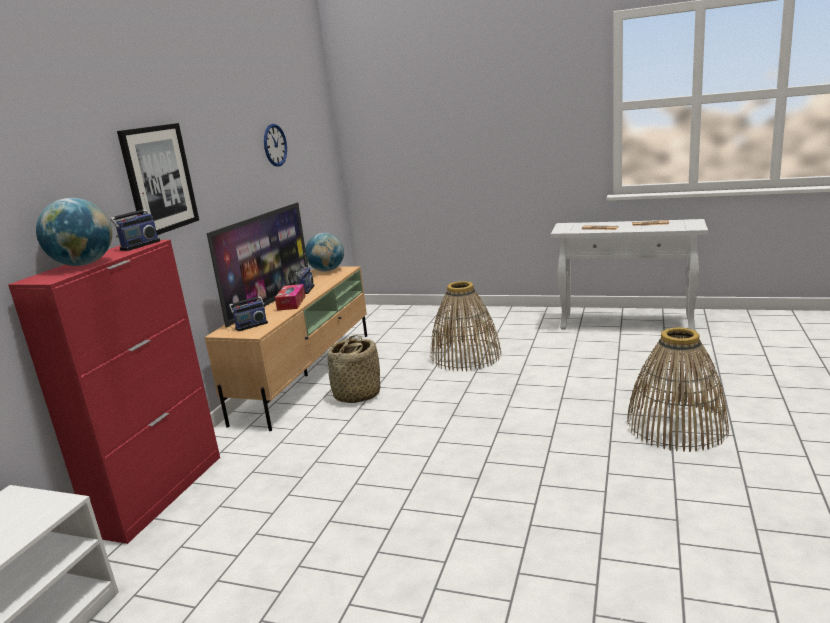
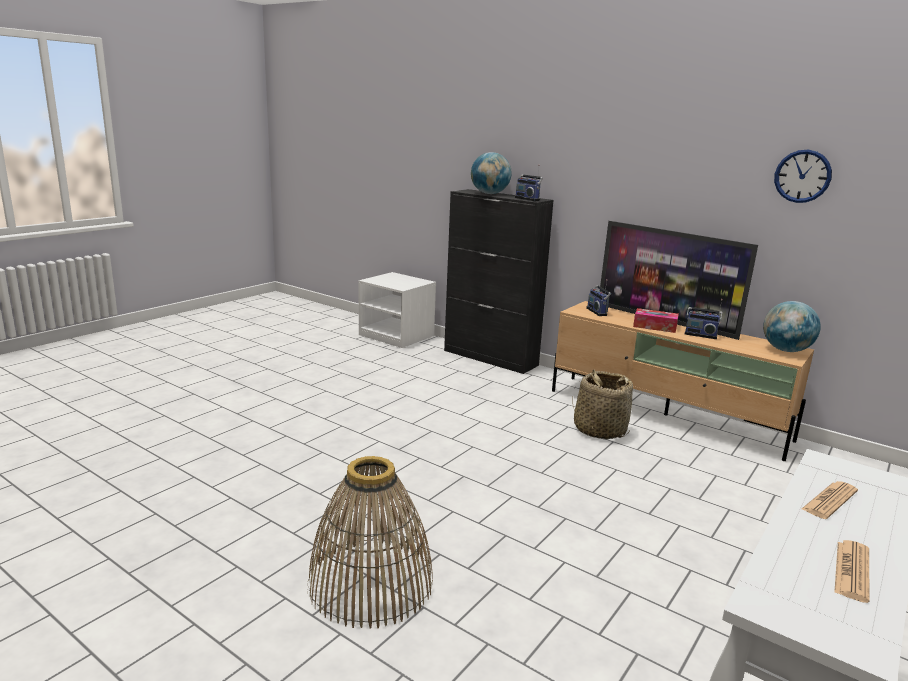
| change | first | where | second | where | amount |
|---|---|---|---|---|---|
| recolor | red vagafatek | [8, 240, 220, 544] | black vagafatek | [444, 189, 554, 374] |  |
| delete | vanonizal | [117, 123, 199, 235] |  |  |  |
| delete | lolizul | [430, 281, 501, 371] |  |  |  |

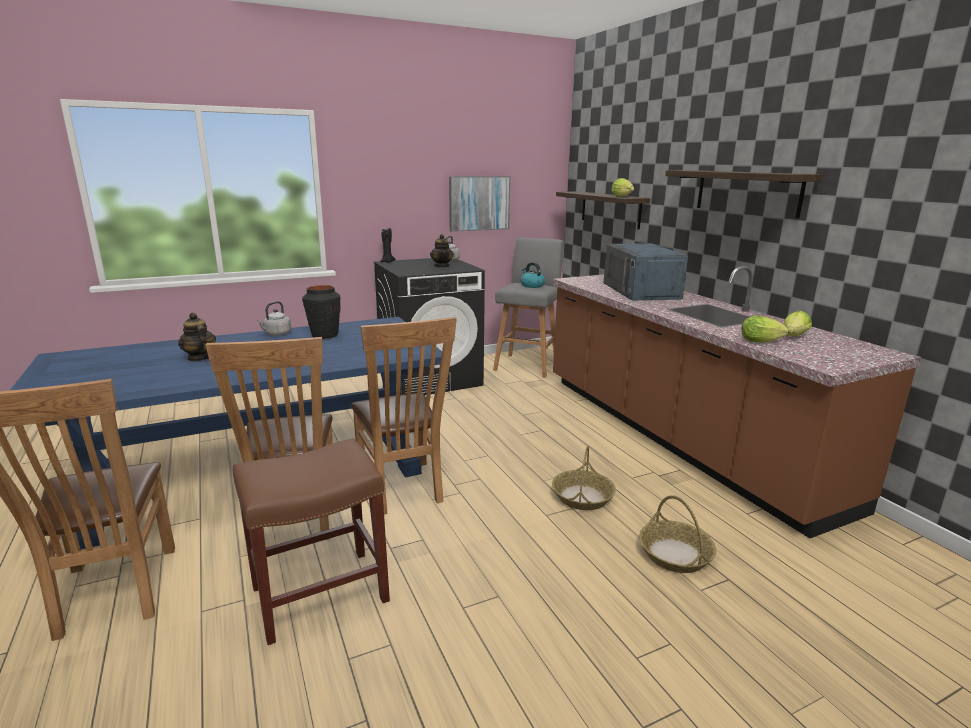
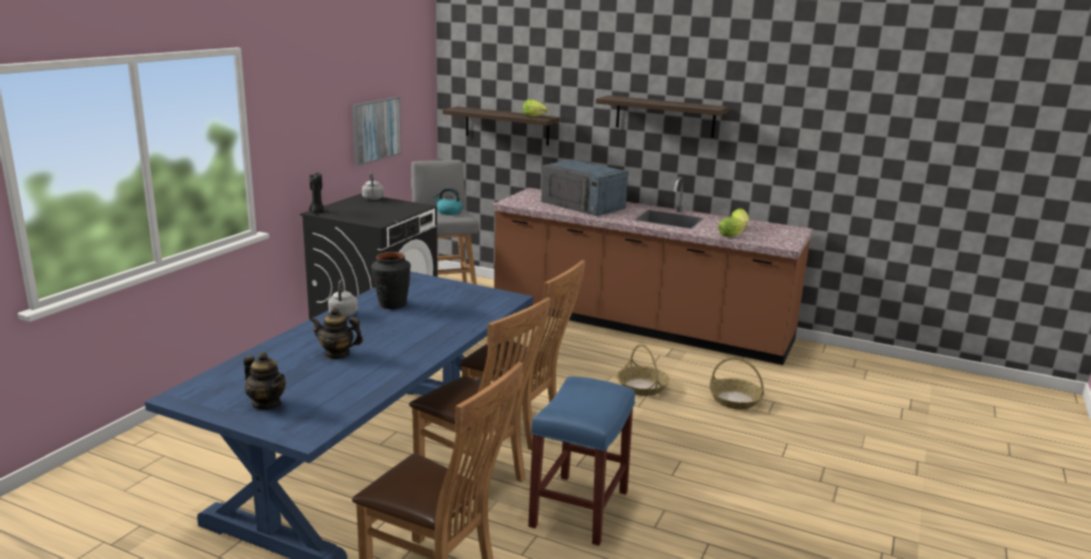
| change | first | where | second | where | amount |
|---|---|---|---|---|---|
| move | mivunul | [430, 234, 454, 267] |  | [243, 352, 286, 409] |  |
| recolor | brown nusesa | [233, 438, 390, 645] | blue nusesa | [528, 376, 635, 546] |  |

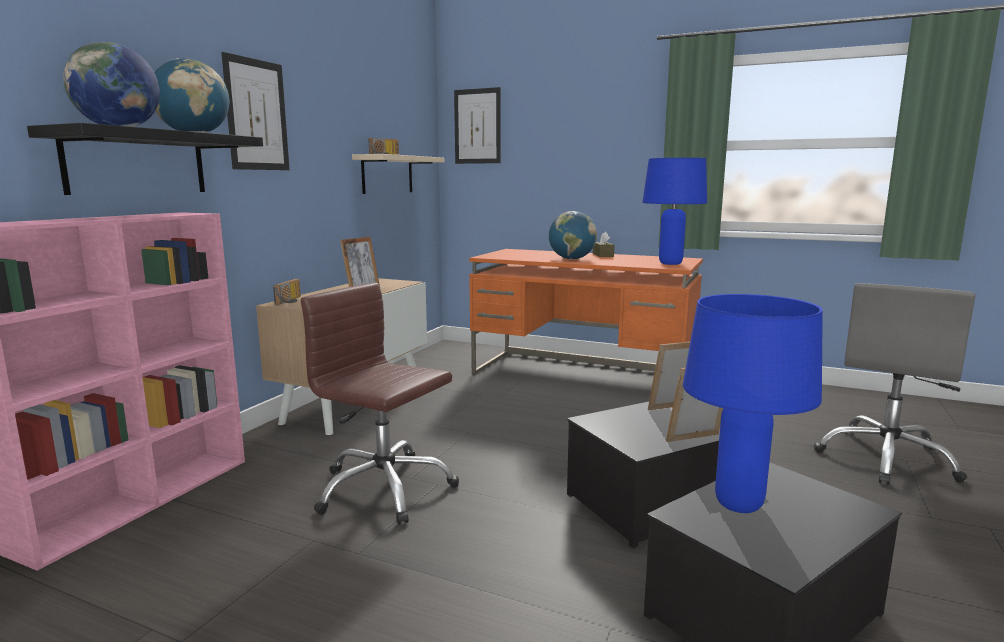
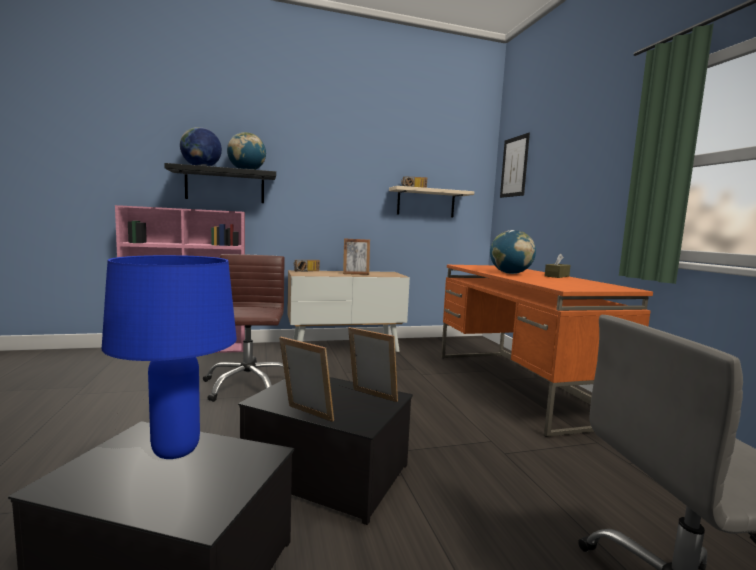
| change | first | where | second | where | amount |
|---|---|---|---|---|---|
| delete | vanonizal | [221, 52, 290, 170] |  |  |  |
| delete | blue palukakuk | [642, 158, 707, 265] |  |  |  |

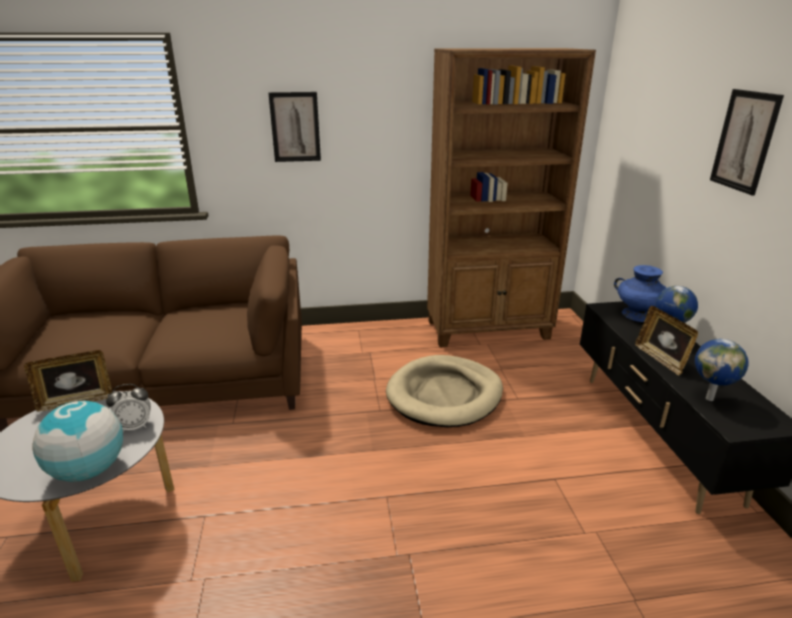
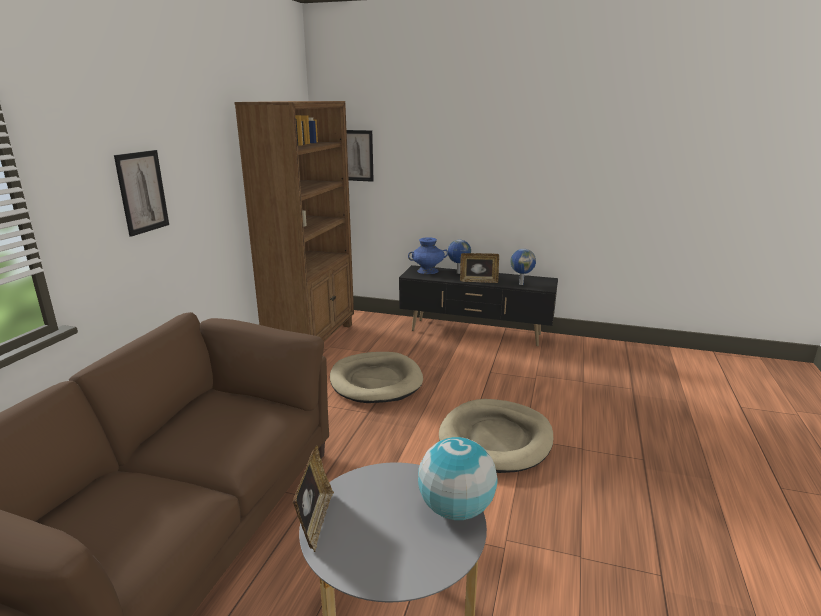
| change | first | where | second | where | amount |
|---|---|---|---|---|---|
| move | vanonizal | [710, 89, 784, 195] |  | [347, 130, 374, 182] |  |
| insert |  |  | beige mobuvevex | [439, 399, 553, 473] |  |
| delete | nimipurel | [106, 384, 151, 432] |  |  |  |

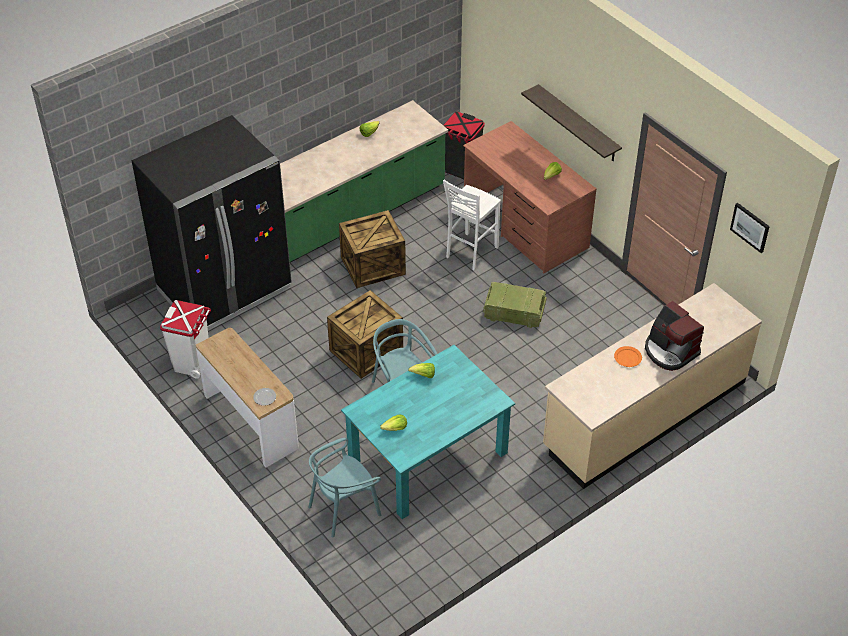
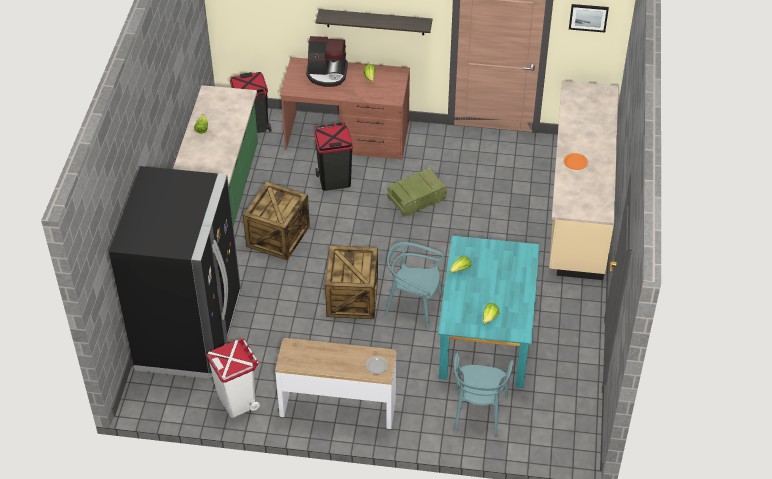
| change | first | where | second | where | amount |
|---|---|---|---|---|---|
| move | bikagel | [645, 301, 704, 371] |  | [306, 36, 348, 87] |  |
| replace | white nusesa | [443, 180, 501, 270] | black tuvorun | [314, 122, 353, 191] |  |

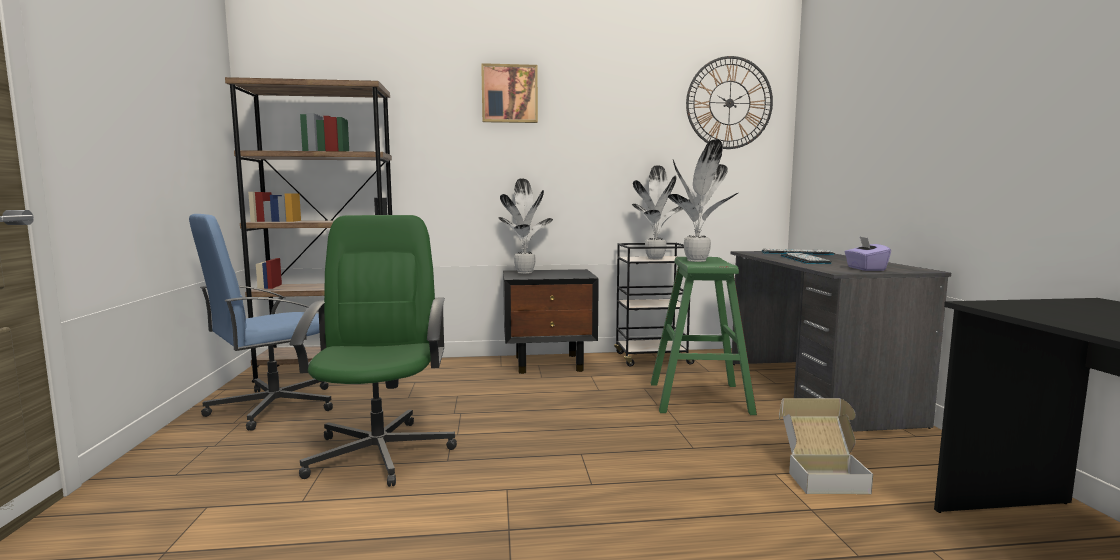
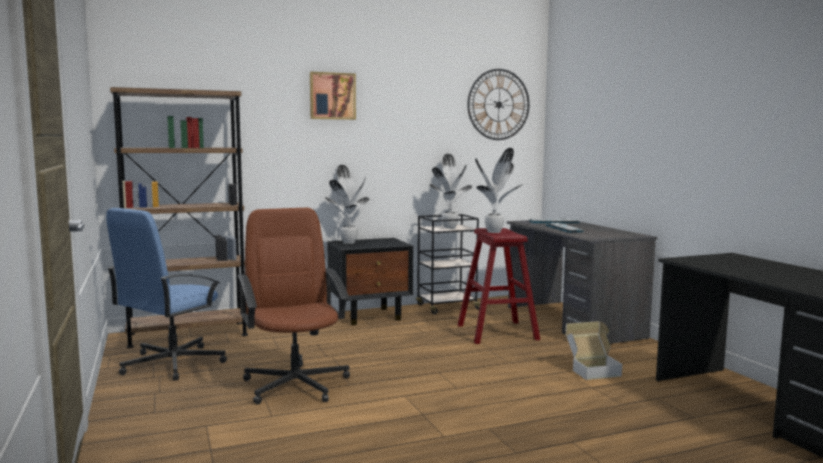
| change | first | where | second | where | amount |
|---|---|---|---|---|---|
| recolor | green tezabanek | [290, 215, 457, 487] | brown tezabanek | [237, 208, 350, 404] |  |
| recolor | green nusesa | [651, 257, 757, 415] | red nusesa | [457, 228, 540, 344] |  |
| delete | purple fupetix | [845, 237, 891, 271] |  |  |  |

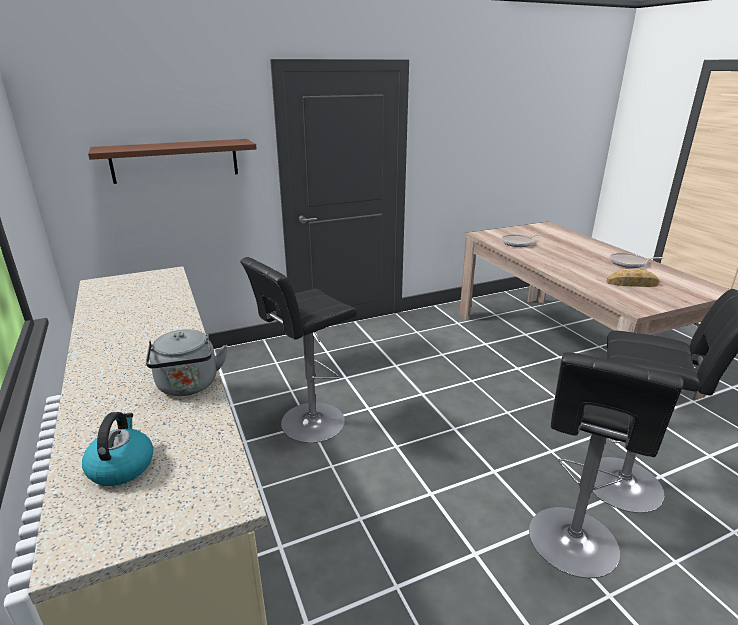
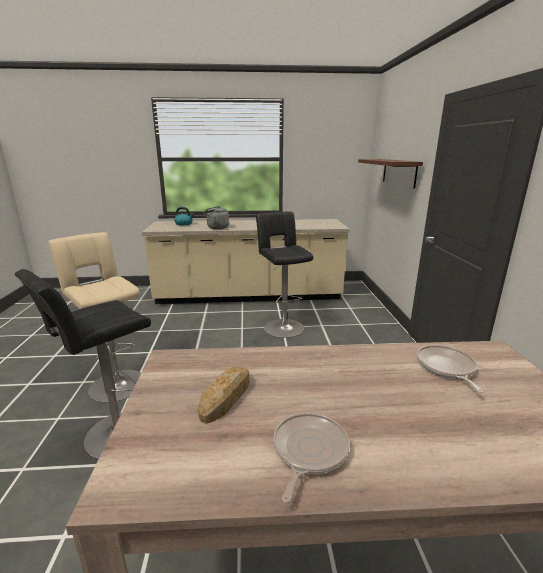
| change | first | where | second | where | amount |
|---|---|---|---|---|---|
| recolor | black nusesa | [529, 352, 684, 578] | beige nusesa | [48, 232, 141, 403] |  |

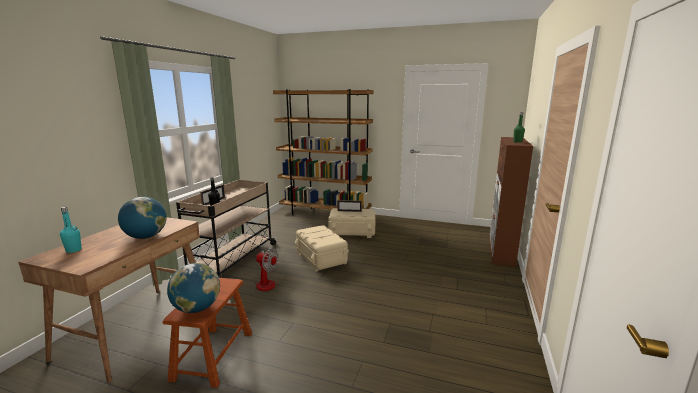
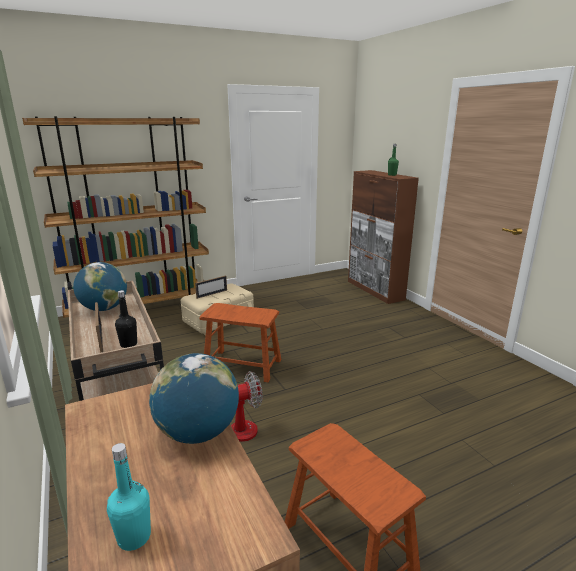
| change | first | where | second | where | amount |
|---|---|---|---|---|---|
| move | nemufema | [167, 263, 220, 313] |  | [73, 262, 127, 311] |  |
| replace | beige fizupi | [295, 225, 349, 272] | brown nusesa | [200, 303, 281, 382] |  |

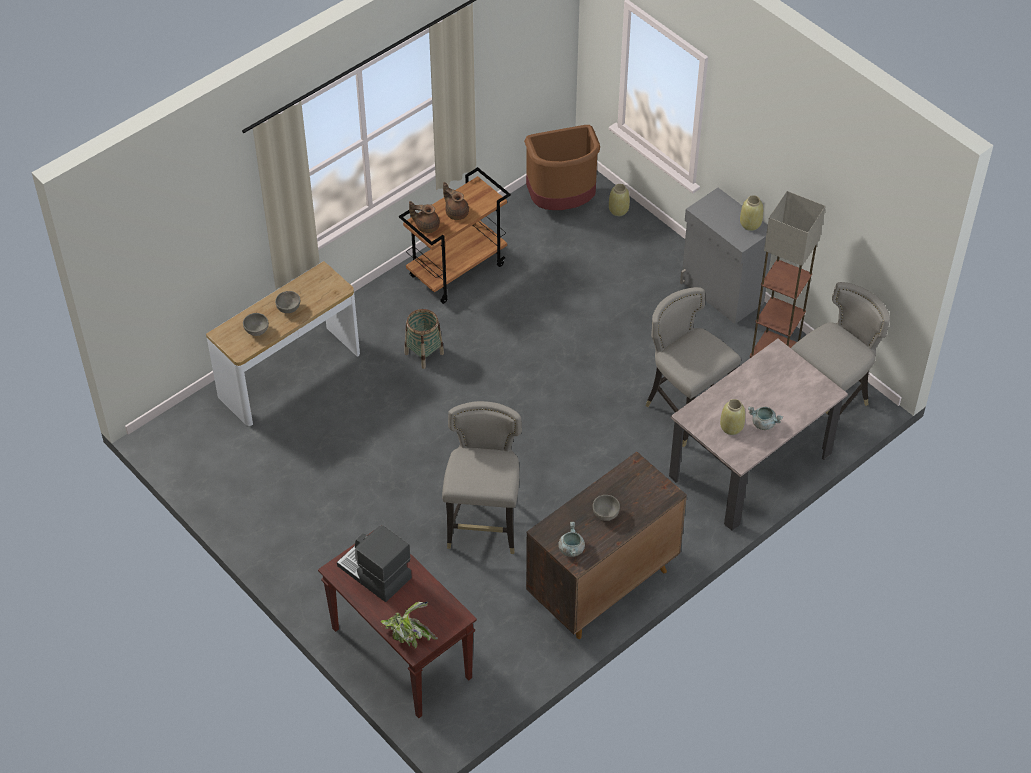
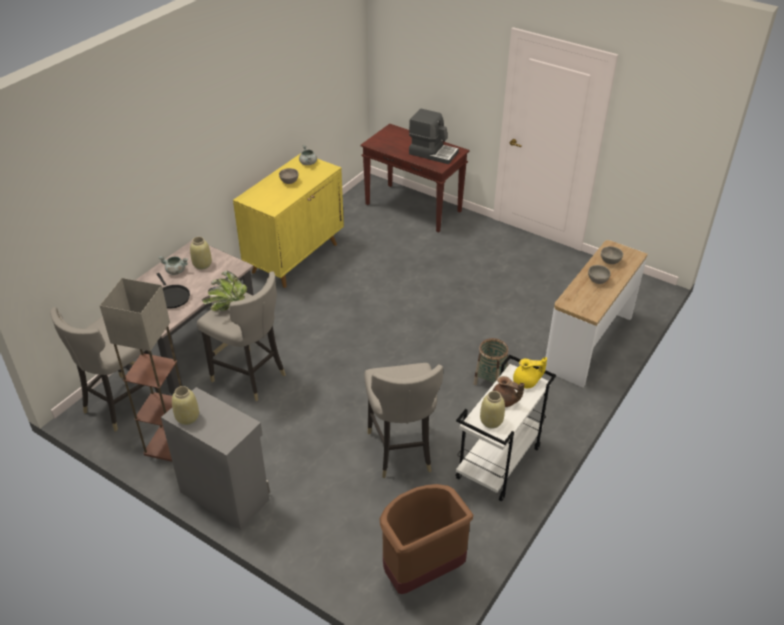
| change | first | where | second | where | amount |
|---|---|---|---|---|---|
| insert |  |  | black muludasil | [157, 273, 190, 309] |  |
| move | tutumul | [380, 602, 438, 649] |  | [202, 271, 247, 311] |  |
| recolor | brown vagafatek | [526, 452, 687, 639] | yellow vagafatek | [233, 153, 344, 288] |  |
| move | grey nusesa | [442, 401, 522, 554] |  | [364, 363, 443, 478] |  |
| recolor | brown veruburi | [399, 167, 511, 304] | white veruburi | [455, 355, 556, 502] |  |
| move | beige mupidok | [609, 184, 630, 216] |  | [480, 391, 505, 429] |  |
| recolor | brown mivunul | [409, 201, 440, 233] | yellow mivunul | [513, 357, 547, 388] |  |

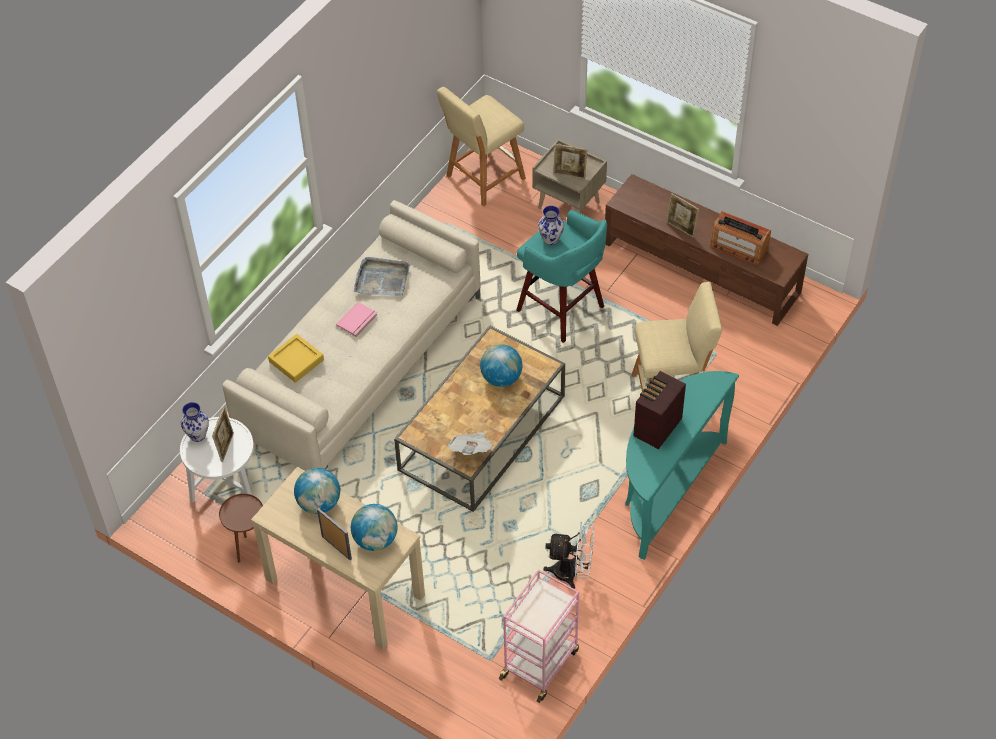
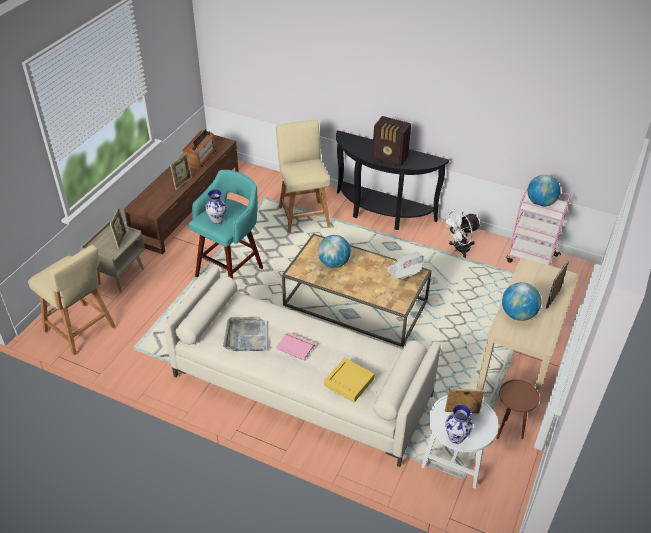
| change | first | where | second | where | amount |
|---|---|---|---|---|---|
| recolor | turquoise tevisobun | [625, 371, 739, 560] | black tevisobun | [336, 130, 449, 230] |  |
| rotate | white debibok | [543, 521, 594, 589] |  | [442, 209, 481, 258] | 120 degrees counterclockwise |
| move | nemufema | [351, 504, 398, 551] |  | [528, 175, 561, 207] |  |

